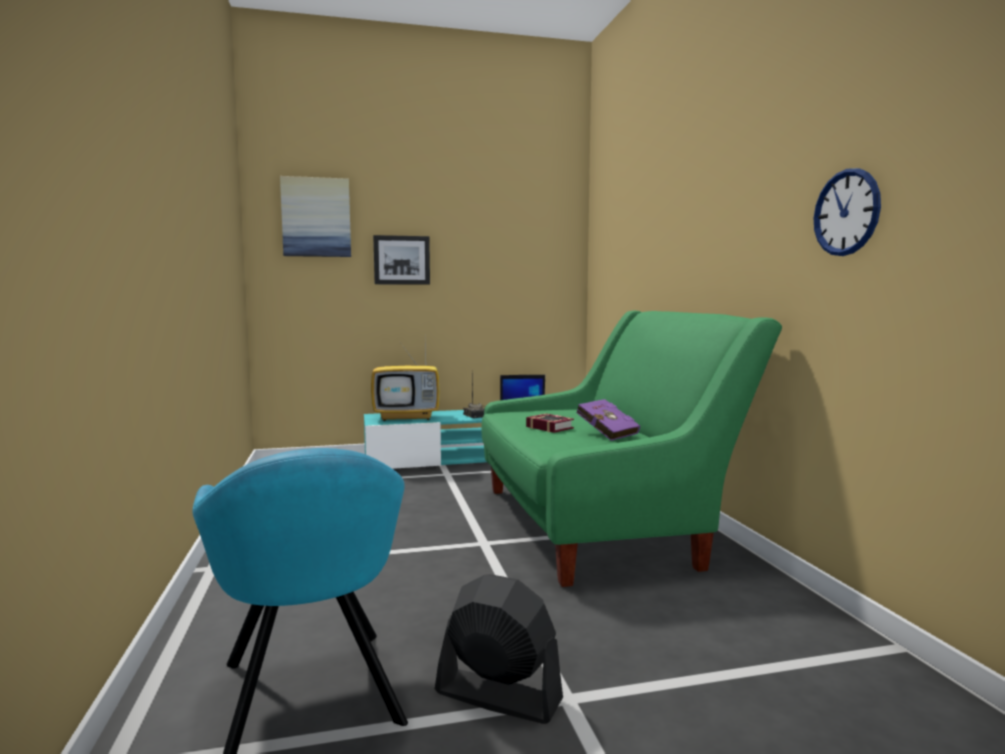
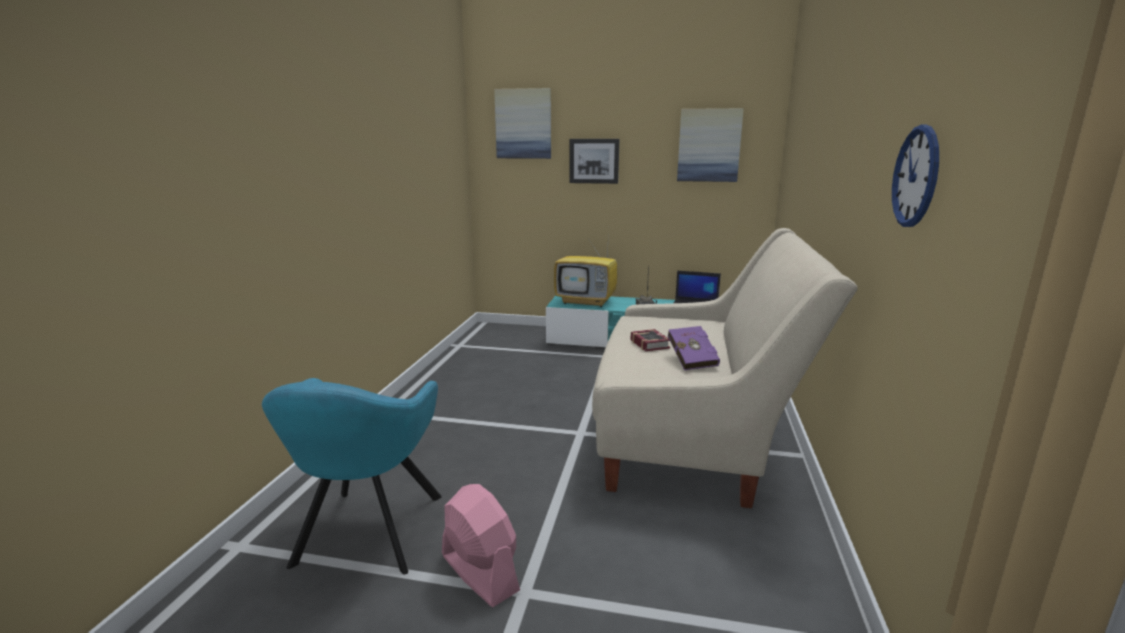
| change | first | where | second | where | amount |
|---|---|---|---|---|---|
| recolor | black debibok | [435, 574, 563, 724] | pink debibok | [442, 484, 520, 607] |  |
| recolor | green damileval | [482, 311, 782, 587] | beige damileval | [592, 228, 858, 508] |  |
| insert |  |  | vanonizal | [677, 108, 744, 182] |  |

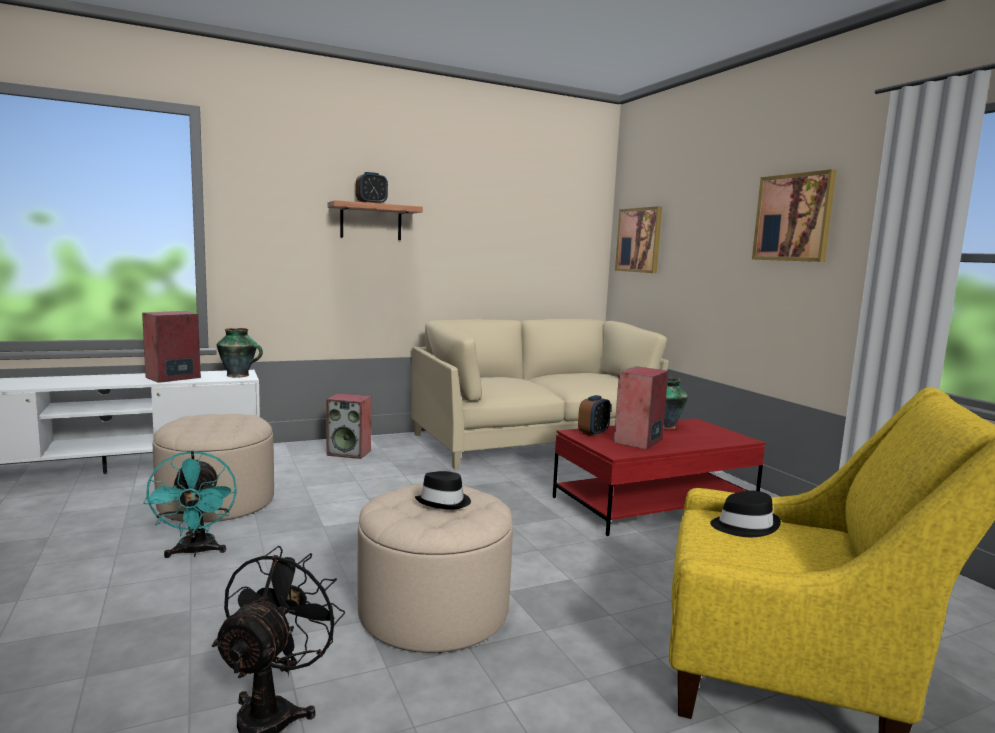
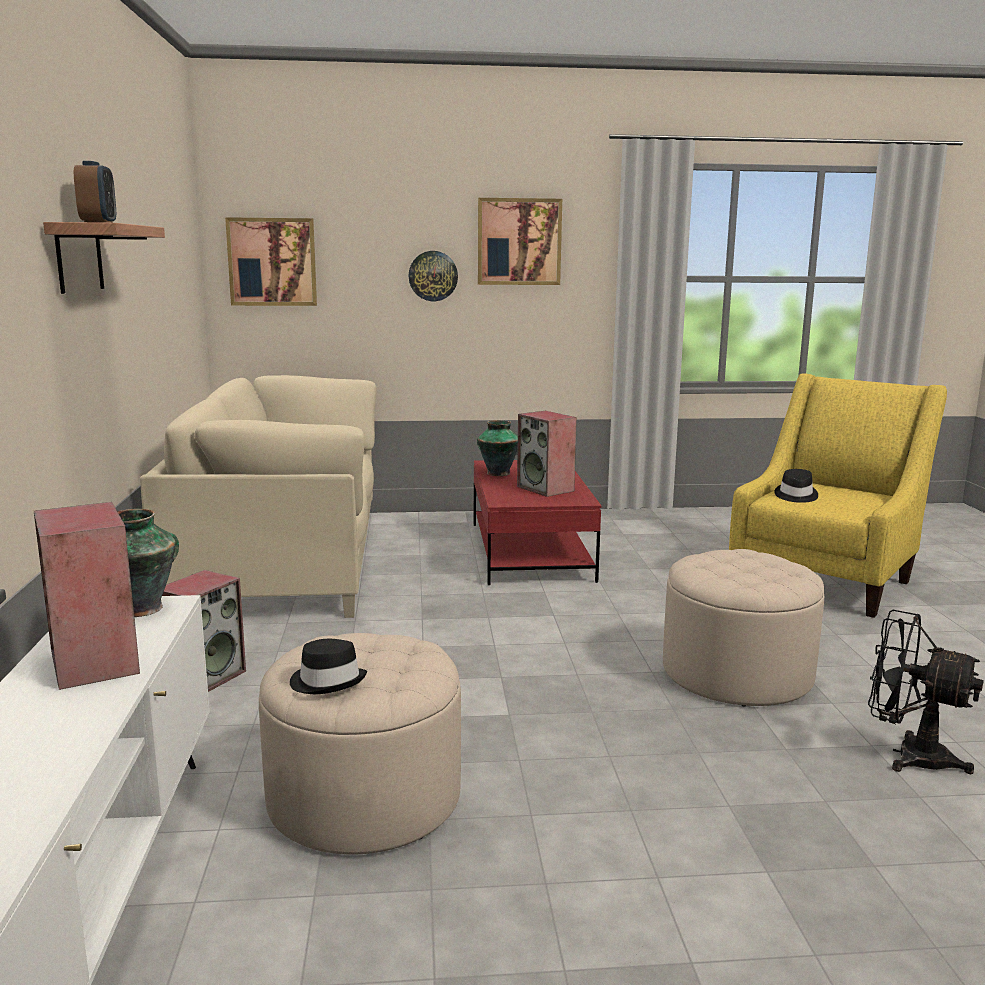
| change | first | where | second | where | amount |
|---|---|---|---|---|---|
| move | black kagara | [415, 471, 471, 510] |  | [290, 639, 367, 694] |  |
| insert |  |  | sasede | [409, 251, 458, 301] |  |
| delete | turquoise debibok | [144, 451, 237, 558] |  |  |  |
| delete | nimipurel | [578, 395, 611, 436] |  |  |  |

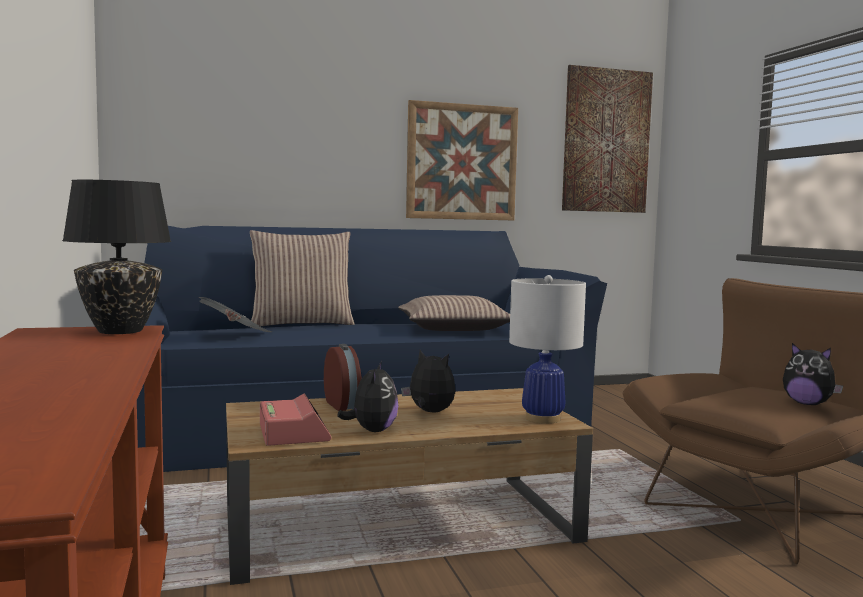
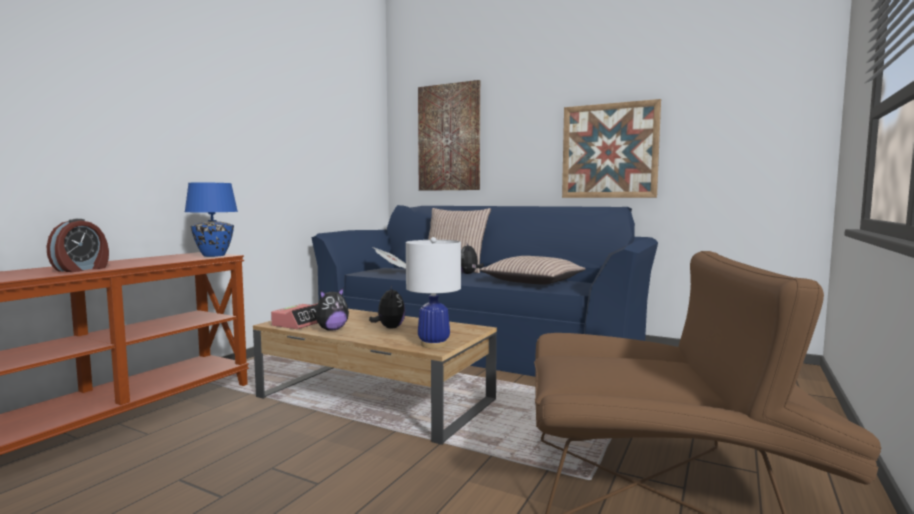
| change | first | where | second | where | amount |
|---|---|---|---|---|---|
| move | nimipurel | [324, 344, 362, 411] |  | [46, 219, 109, 272] |  |
| recolor | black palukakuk | [62, 180, 171, 334] | blue palukakuk | [185, 182, 238, 257] |  |
| move | vanonizal | [562, 65, 653, 213] |  | [418, 80, 480, 191] |  |
| move | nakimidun | [783, 343, 843, 405] |  | [461, 242, 484, 274] |  |

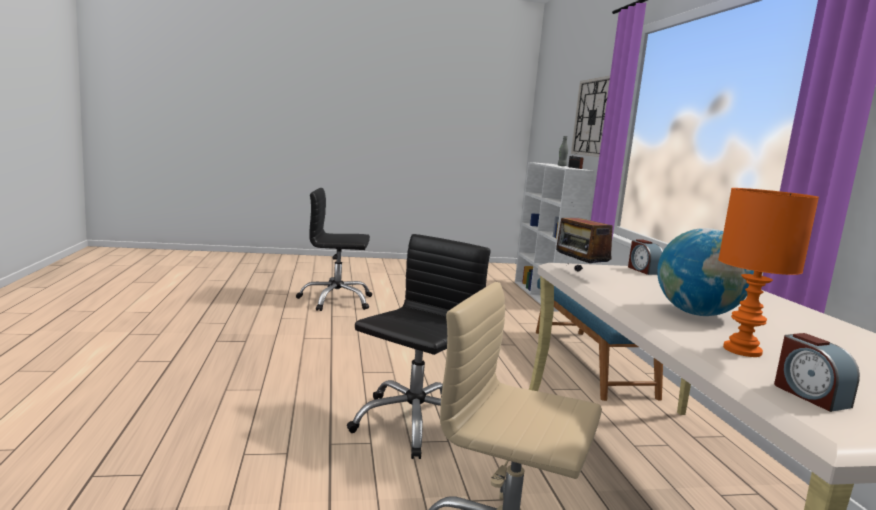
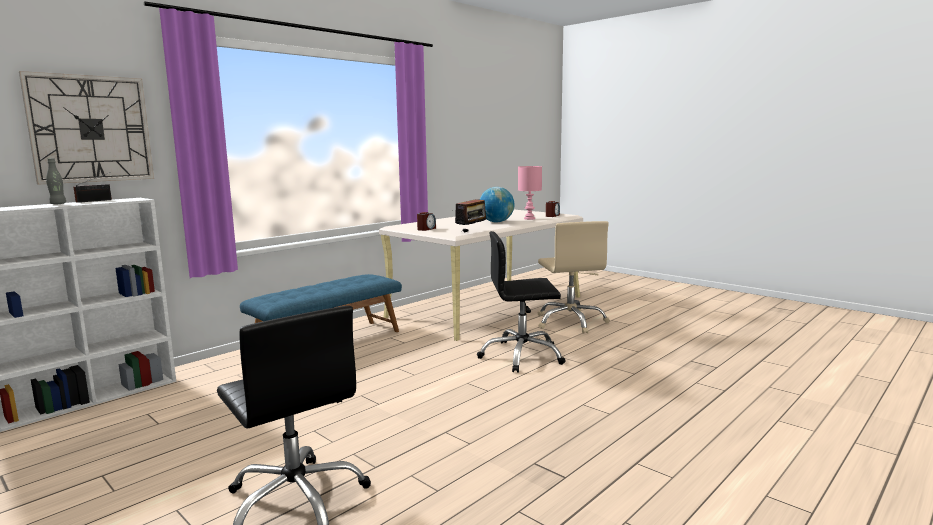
| change | first | where | second | where | amount |
|---|---|---|---|---|---|
| recolor | orange palukakuk | [718, 188, 819, 357] | pink palukakuk | [518, 166, 542, 220] |  |

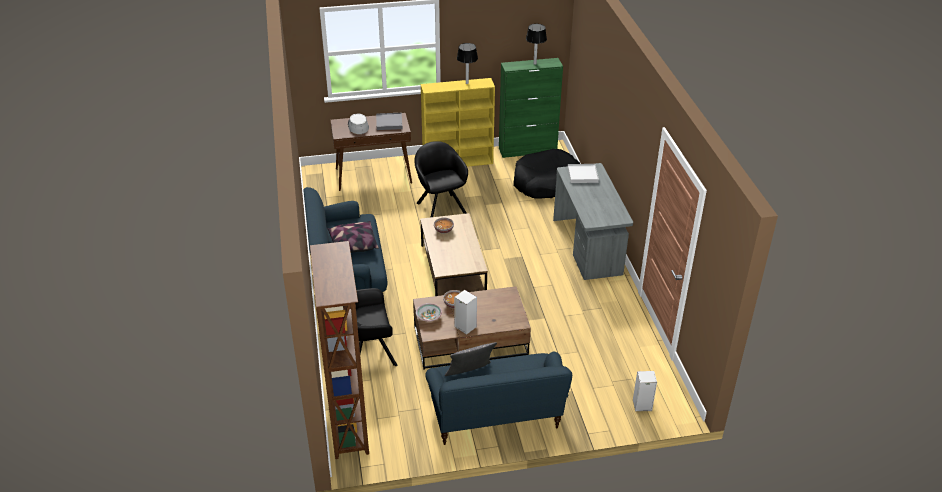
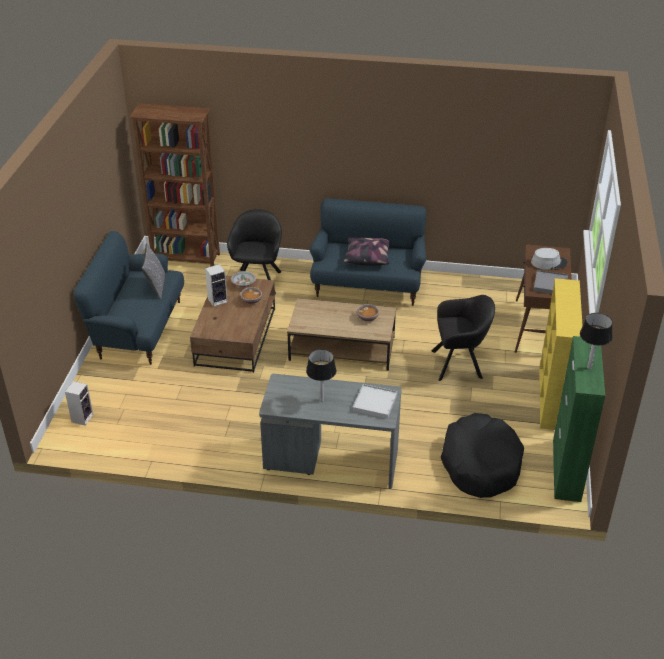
| change | first | where | second | where | amount |
|---|---|---|---|---|---|
| move | palukakuk | [457, 43, 478, 84] |  | [306, 349, 336, 402] |  |

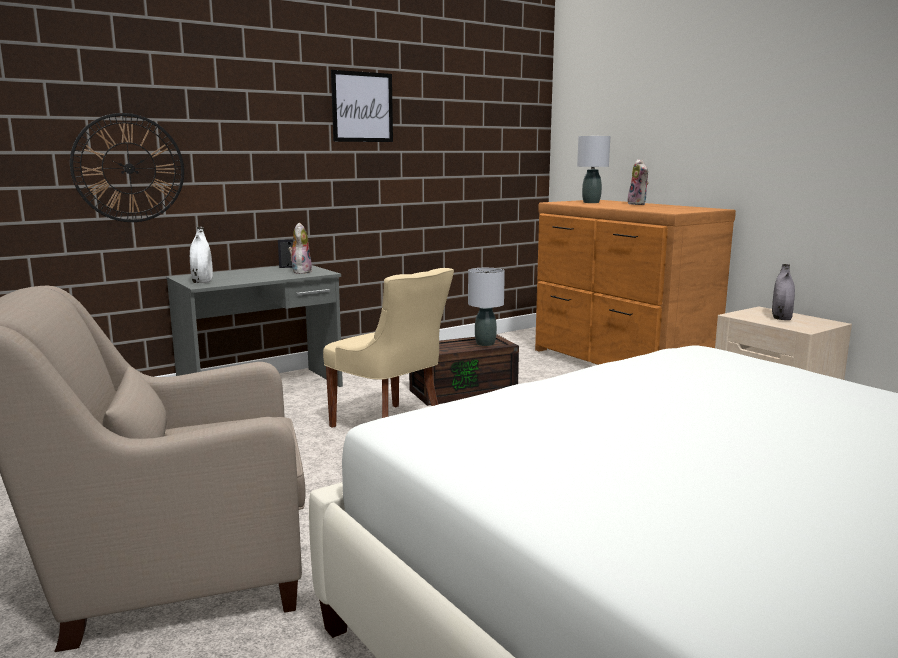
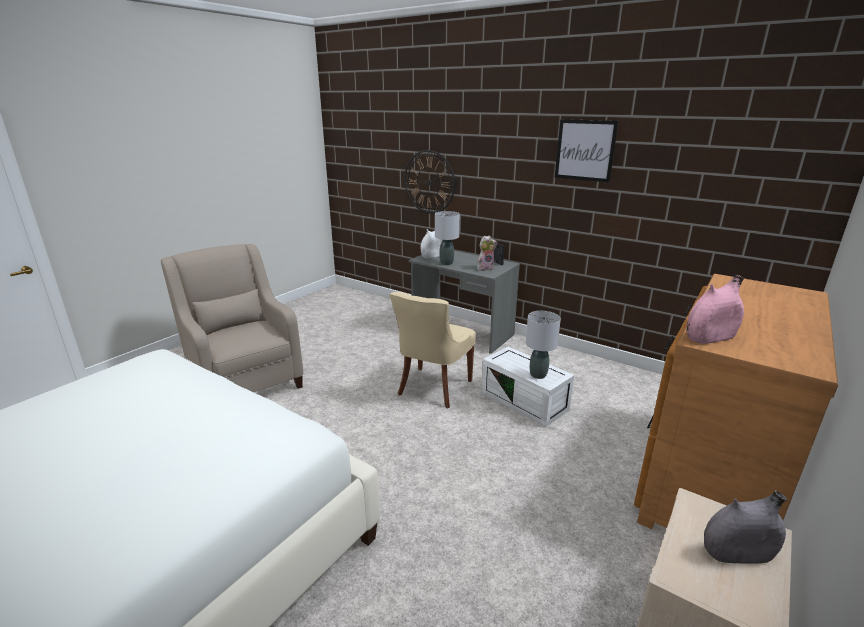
| change | first | where | second | where | amount |
|---|---|---|---|---|---|
| move | grey palukakuk | [577, 136, 610, 203] |  | [435, 211, 460, 265] |  |
| recolor | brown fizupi | [409, 334, 519, 406] | white fizupi | [481, 347, 574, 427] |  |
| insert |  |  | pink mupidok | [687, 274, 745, 344] |  |
| delete | nakimidun | [628, 159, 649, 205] |  |  |  |

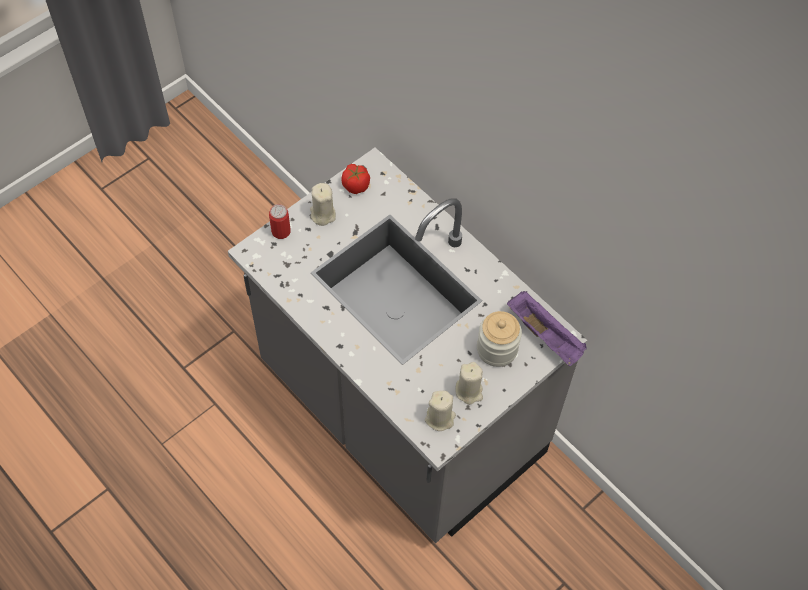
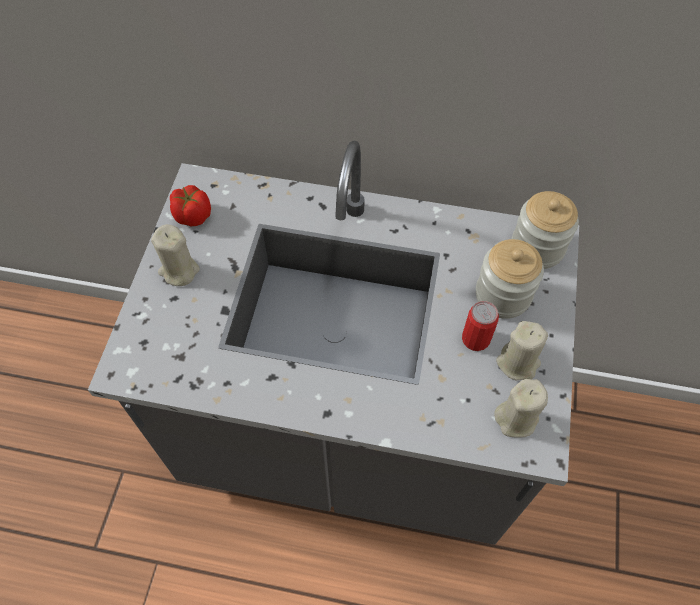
| change | first | where | second | where | amount |
|---|---|---|---|---|---|
| move | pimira | [269, 204, 291, 239] |  | [462, 301, 499, 351] |  |
| replace | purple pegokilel | [507, 291, 587, 366] | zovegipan | [512, 191, 579, 269] |  |

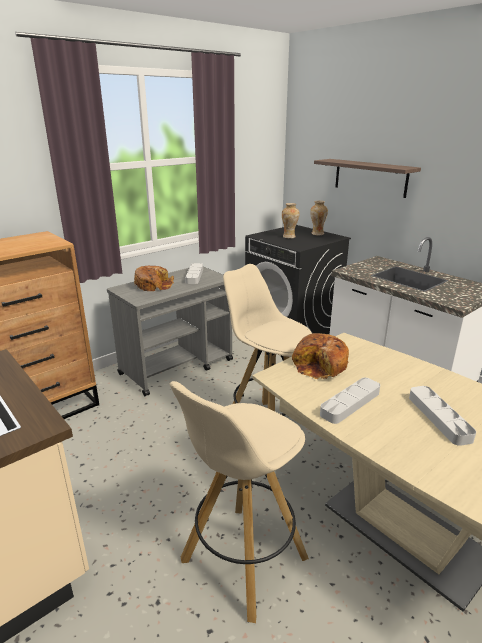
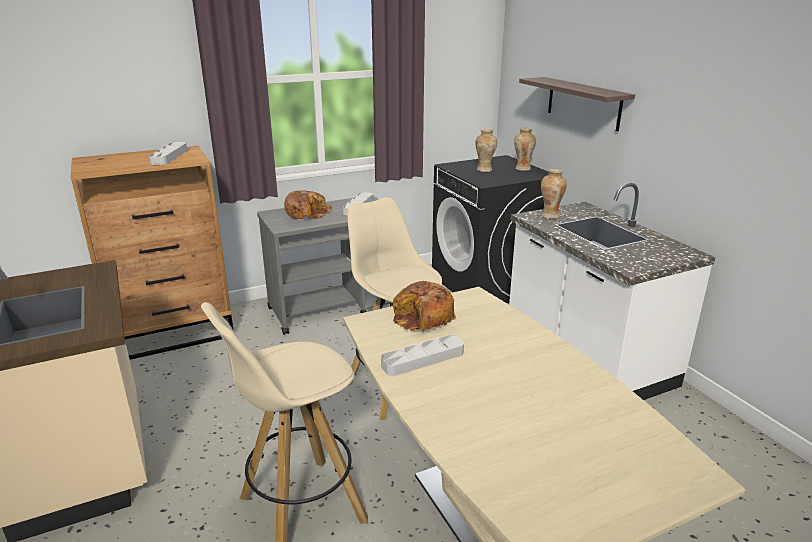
| change | first | where | second | where | amount |
|---|---|---|---|---|---|
| move | grey pegokilel | [409, 386, 476, 446] |  | [149, 142, 187, 165] |  |
| insert |  |  | mupidok | [541, 169, 567, 219] |  |

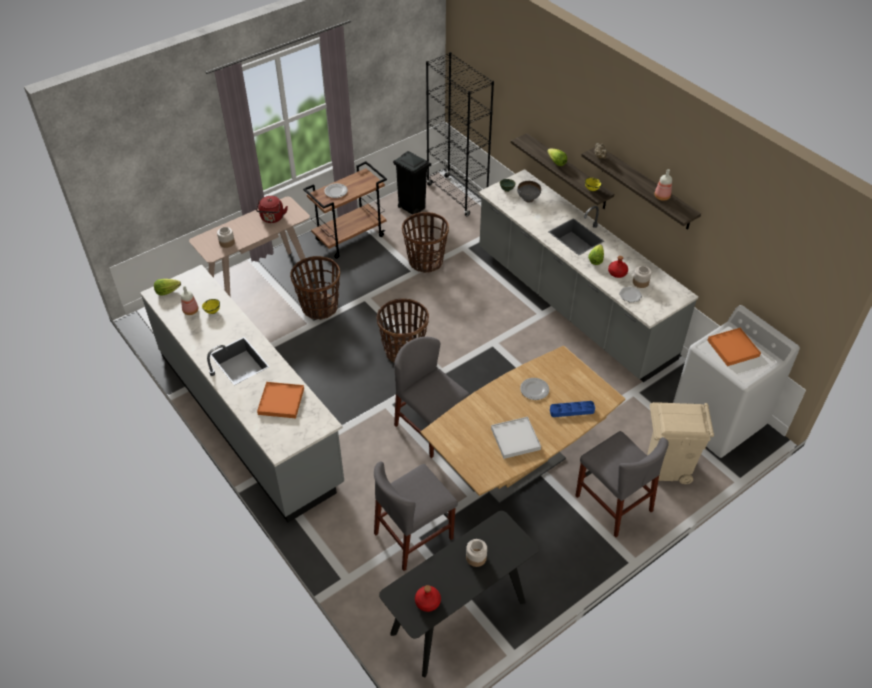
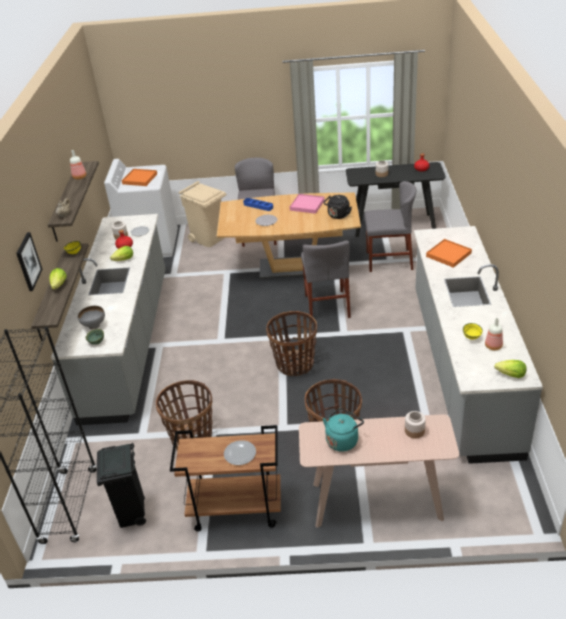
| change | first | where | second | where | amount |
|---|---|---|---|---|---|
| insert |  |  | vanonizal | [16, 232, 43, 291] |  |
| recolor | white pegokilel | [491, 417, 541, 459] | pink pegokilel | [290, 194, 325, 214] |  |
| insert |  |  | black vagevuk | [323, 195, 352, 219] |  |
| recolor | red vagevuk | [256, 196, 288, 223] | turquoise vagevuk | [323, 408, 364, 452] |  |

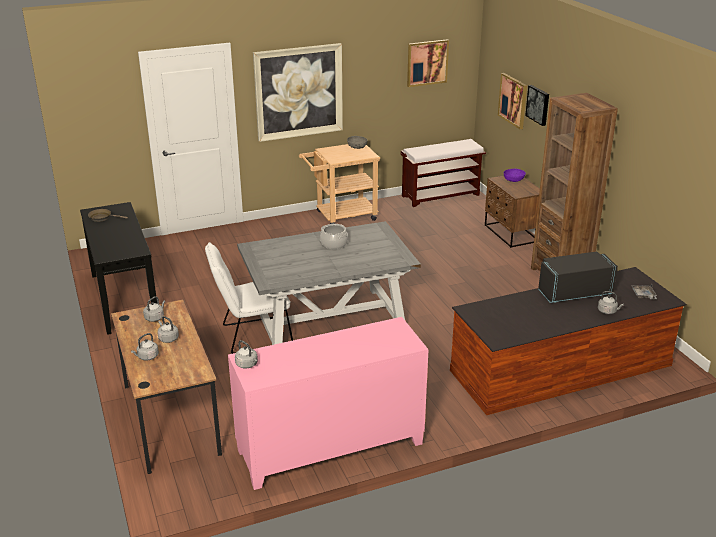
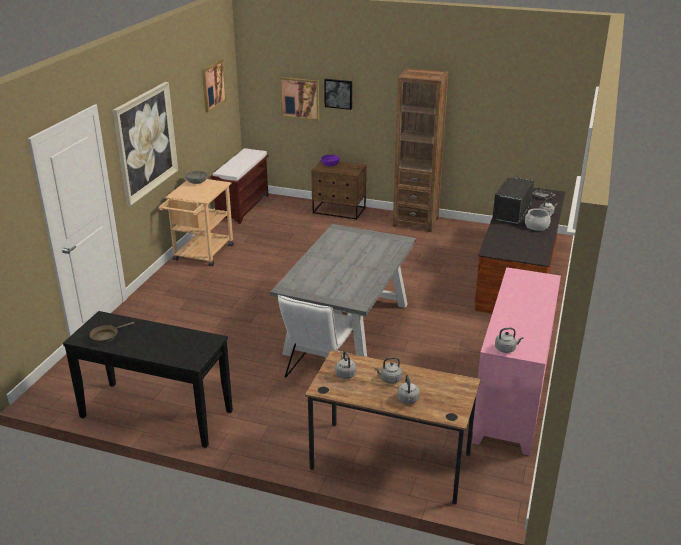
| change | first | where | second | where | amount |
|---|---|---|---|---|---|
| move | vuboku | [320, 224, 348, 249] |  | [525, 208, 552, 231] |  |

